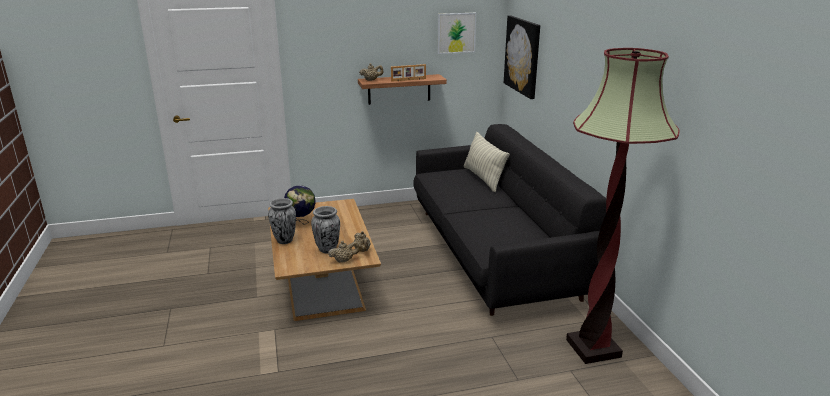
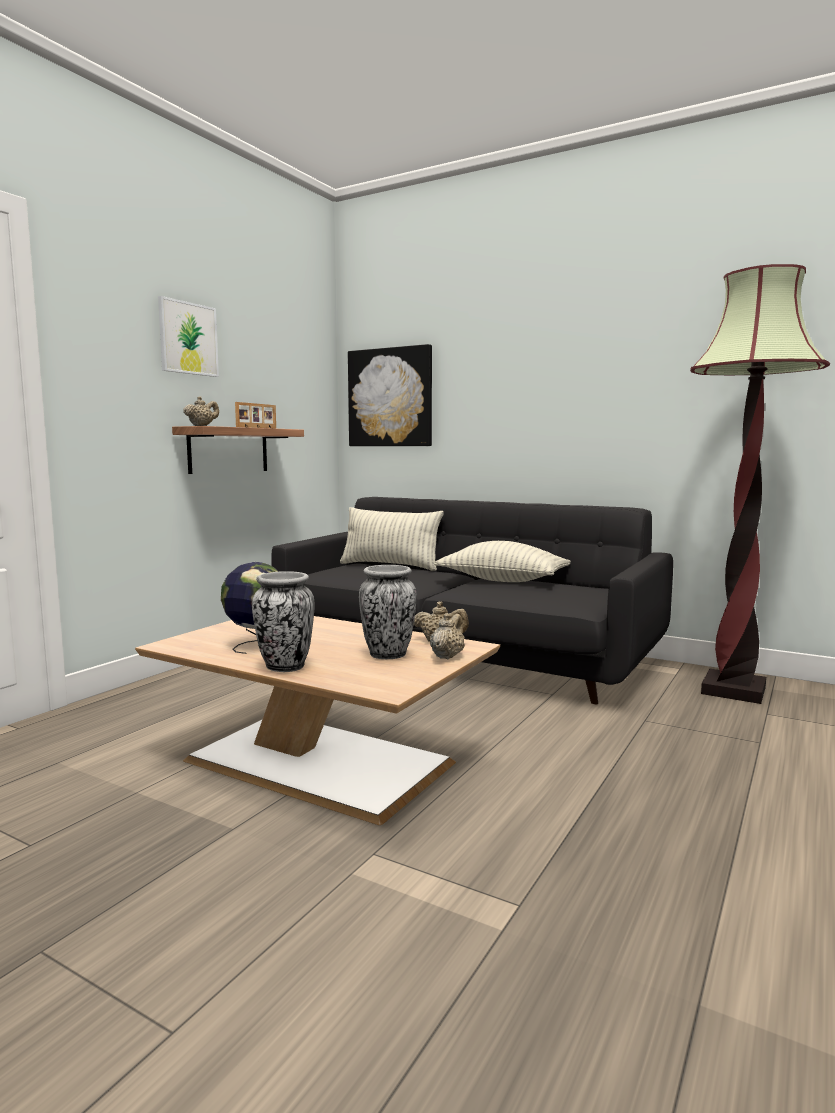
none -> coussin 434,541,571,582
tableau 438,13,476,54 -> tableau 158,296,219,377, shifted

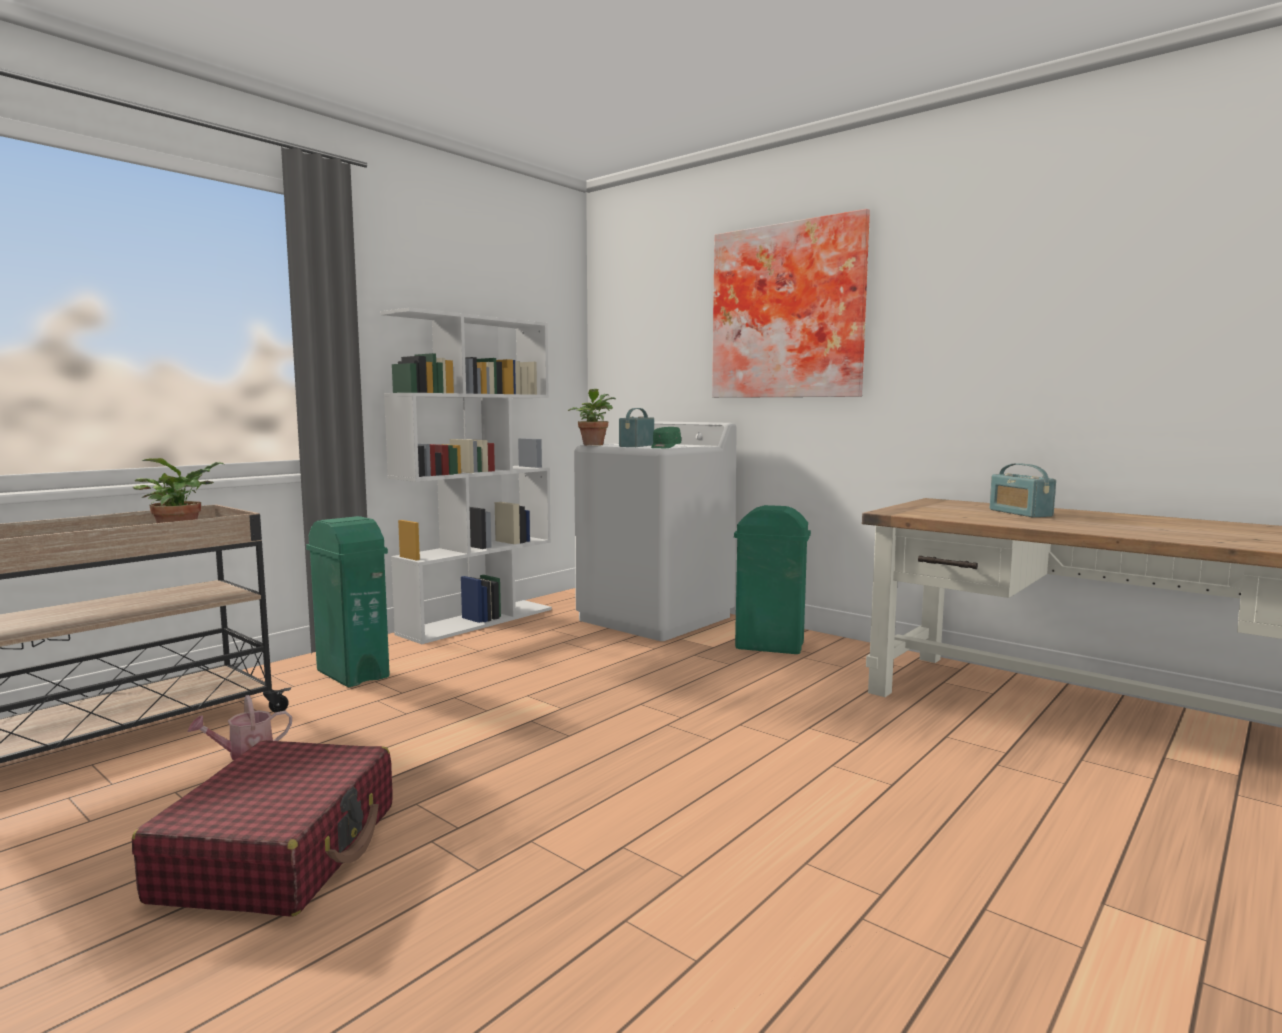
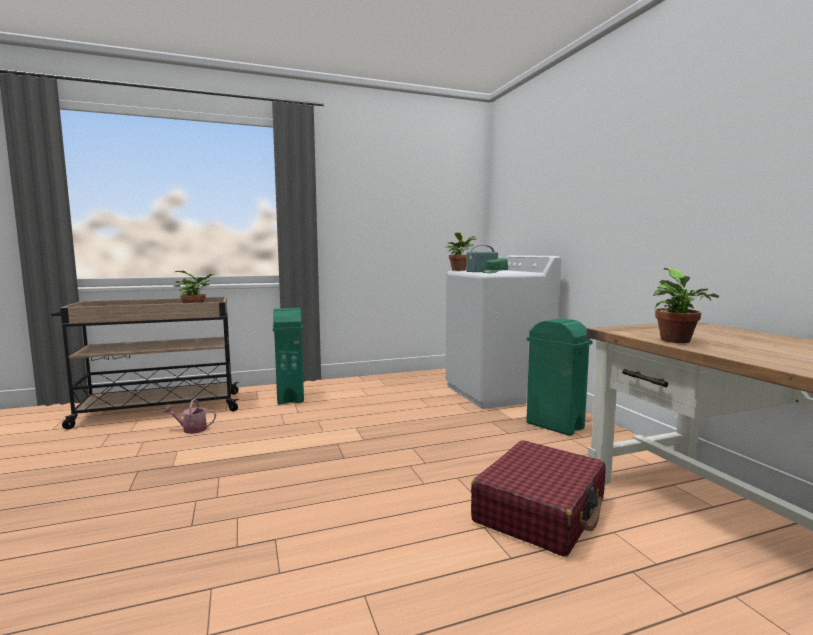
bibliothèque (blanc) 380,307,552,644 -> none
tableau 712,209,870,398 -> none
radio 990,463,1056,517 -> none
none -> plante en pot 653,268,719,343
valise (rouge) 132,740,393,917 -> valise (rouge) 471,440,606,557, shifted

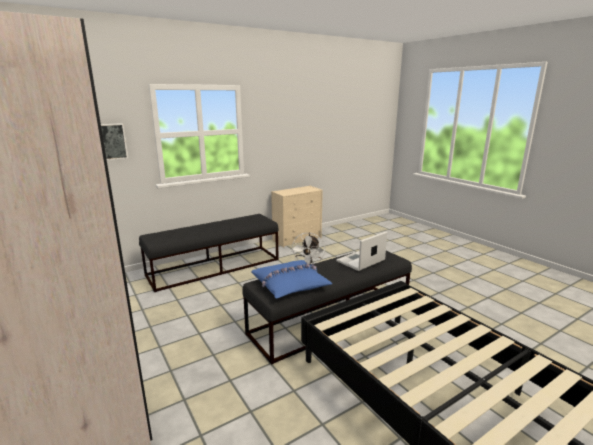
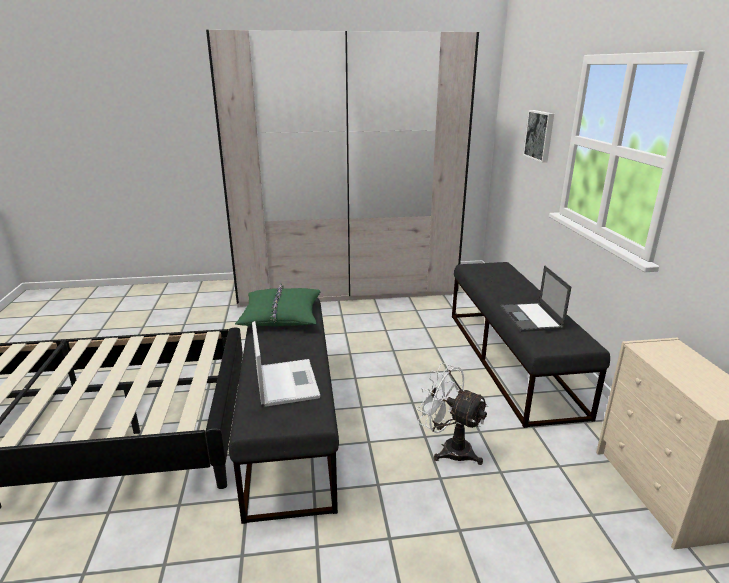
none -> ordinateur portable 500,265,571,332
coussin (bleu) 251,260,332,299 -> coussin (vert) 235,284,320,326

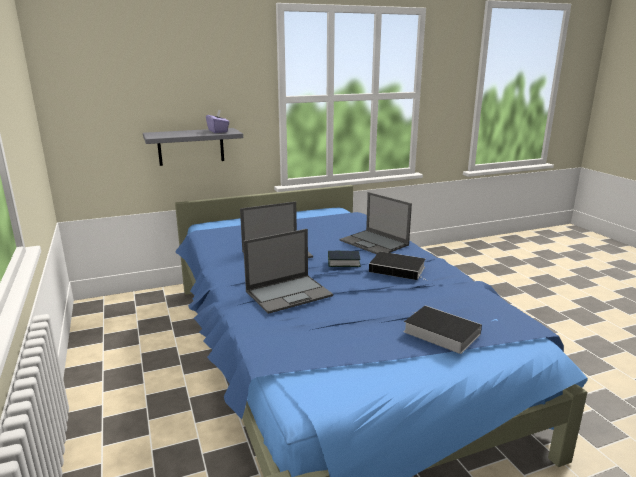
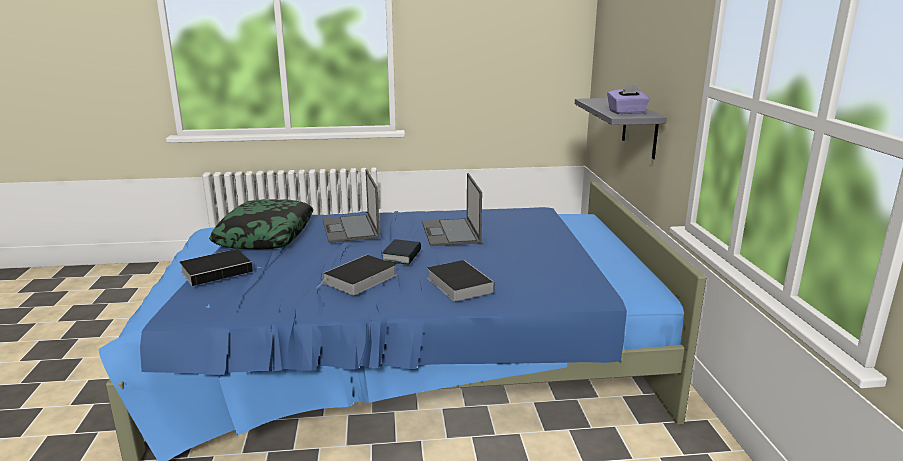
none -> coussin 209,199,313,249
ordinateur portable 340,192,412,254 -> livre 427,260,494,302

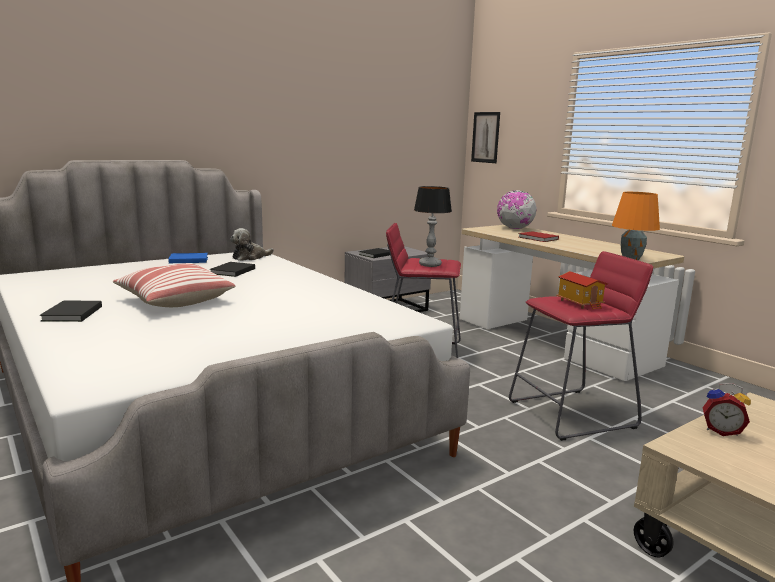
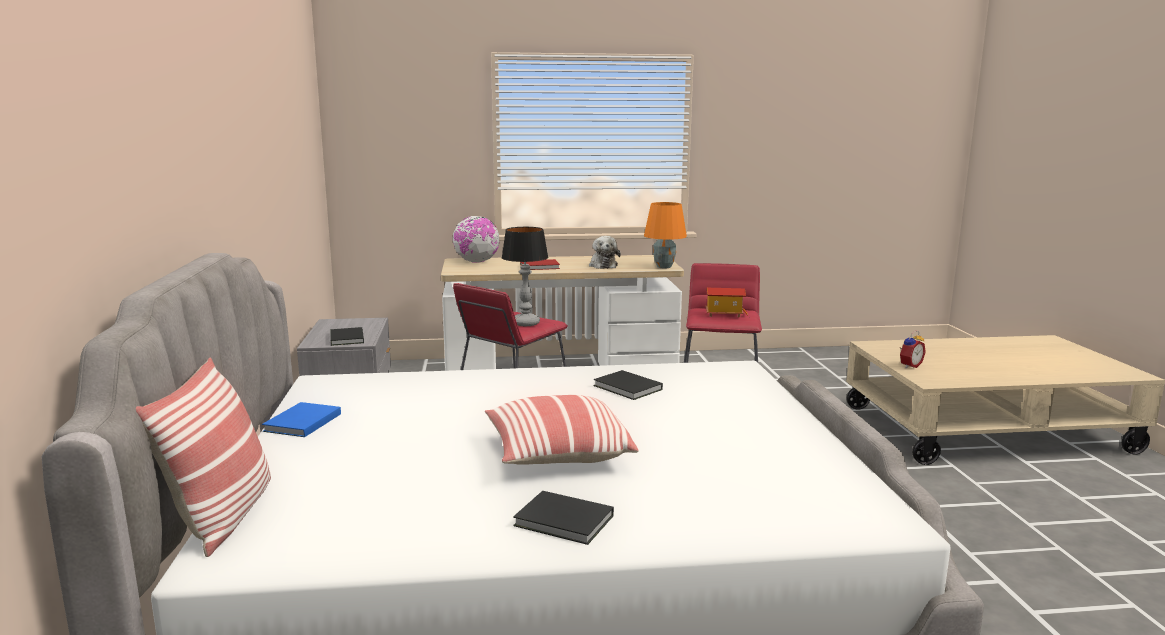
tableau 471,112,500,163 -> none
none -> coussin 136,358,271,557
livre (noir) 210,262,255,277 -> livre (noir) 594,370,663,400, shifted
peluche 230,228,274,261 -> peluche 589,236,621,269, shifted

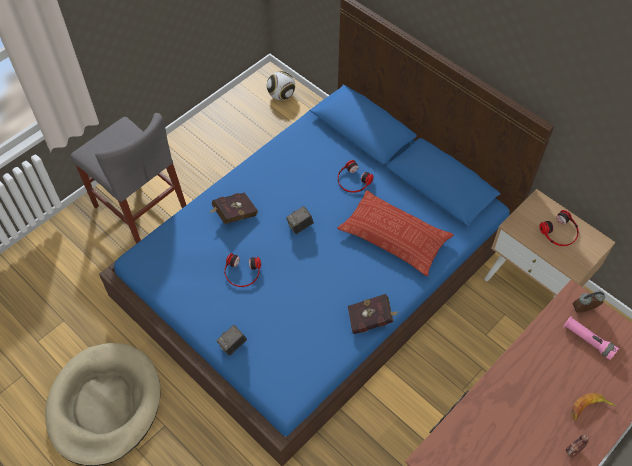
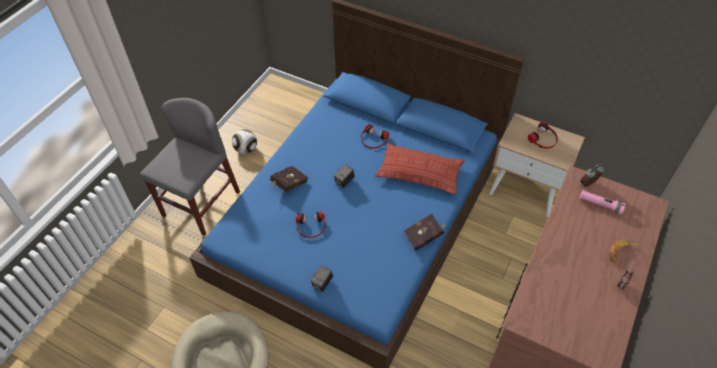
ballon de foot 267,71,295,100 -> ballon de foot 232,129,257,154, shifted
chaise (gris) 71,113,186,244 -> chaise (gris) 140,98,240,236, 90 degrees counterclockwise

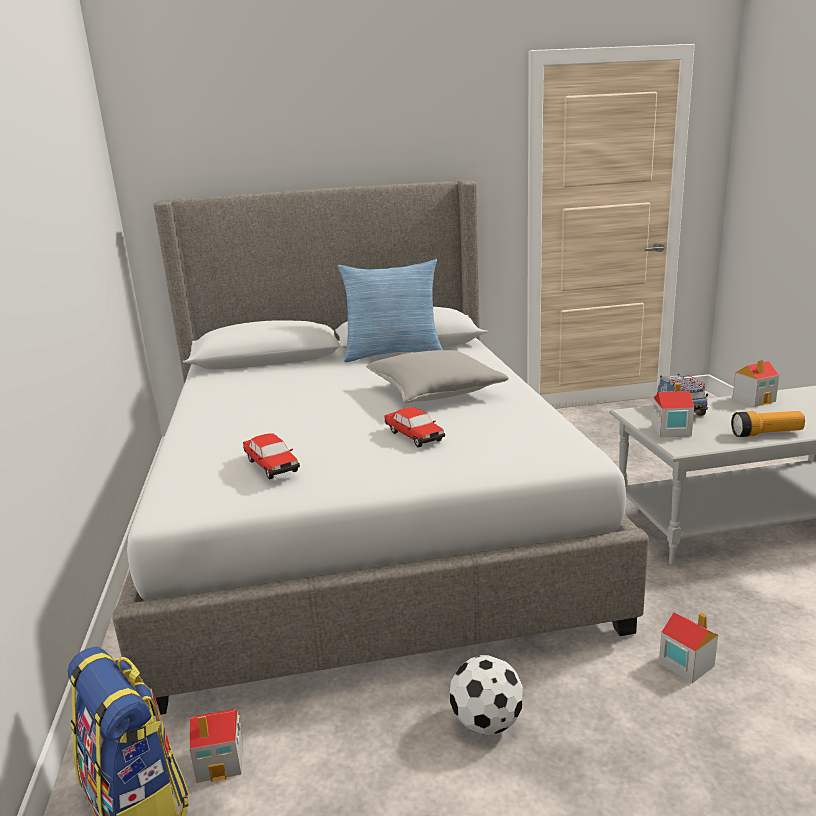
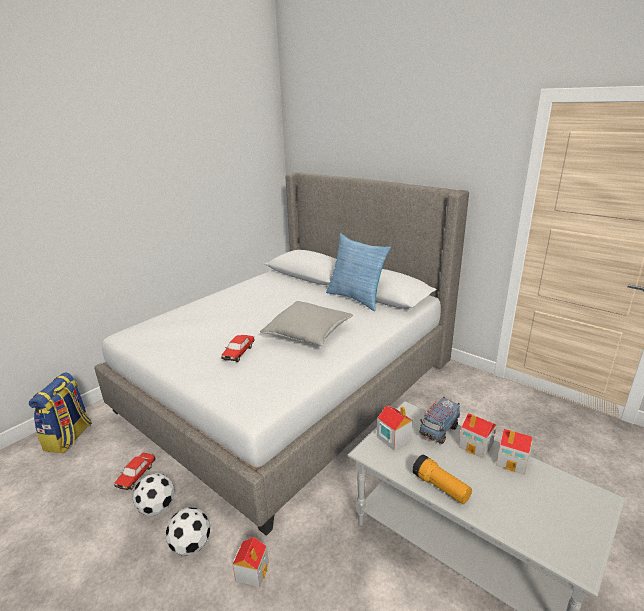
none -> ballon de foot 165,507,210,556
maison miniature 189,709,243,783 -> maison miniature 459,413,496,458, shifted
petite voiture 243,433,300,479 -> petite voiture 114,453,156,490, shifted

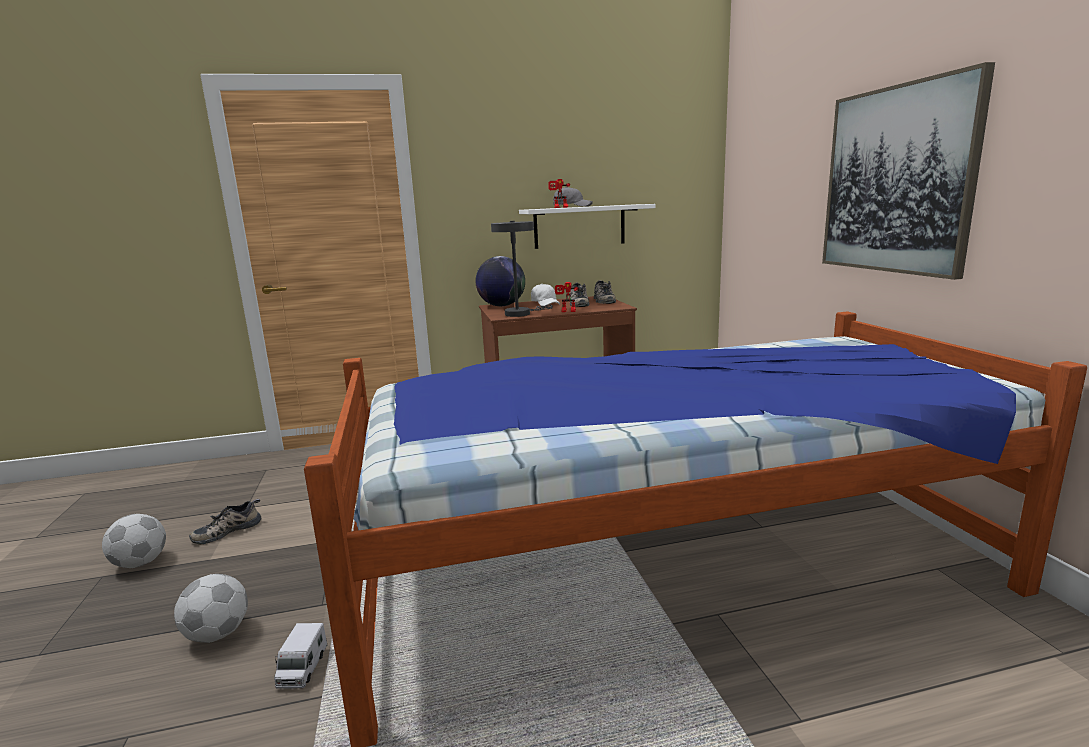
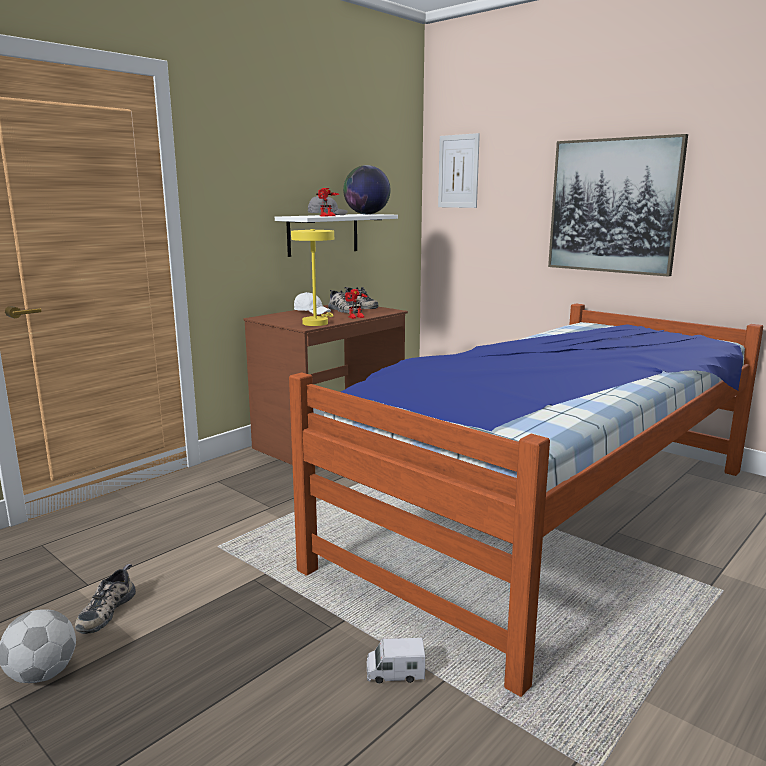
ballon de foot 174,574,248,643 -> none
none -> tableau 438,133,480,208
globe 475,256,525,306 -> globe 343,165,391,214, shifted
lampe de table (gris) 491,221,553,317 -> lampe de table (jaune) 291,229,334,326
camion jouet 274,623,328,689 -> camion jouet 367,638,425,684, 120 degrees clockwise

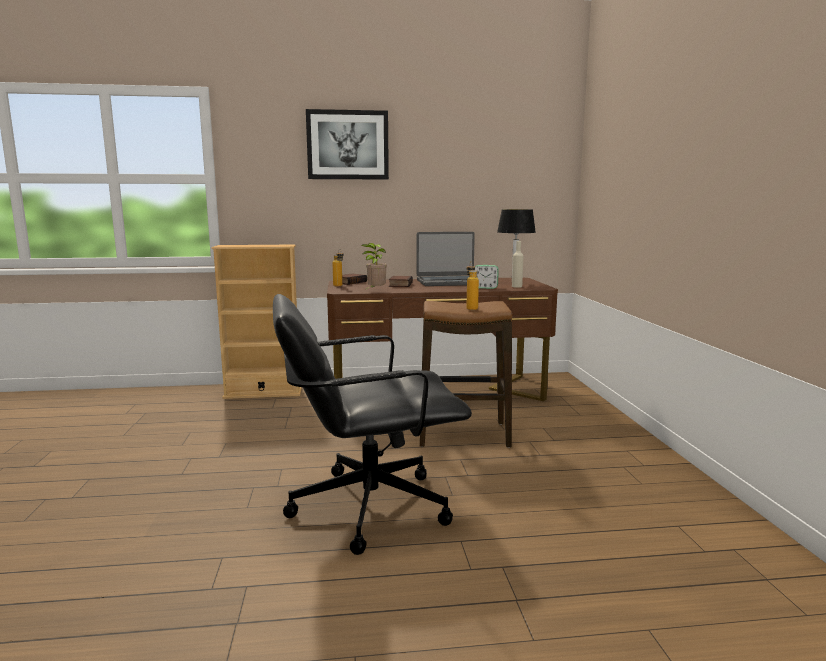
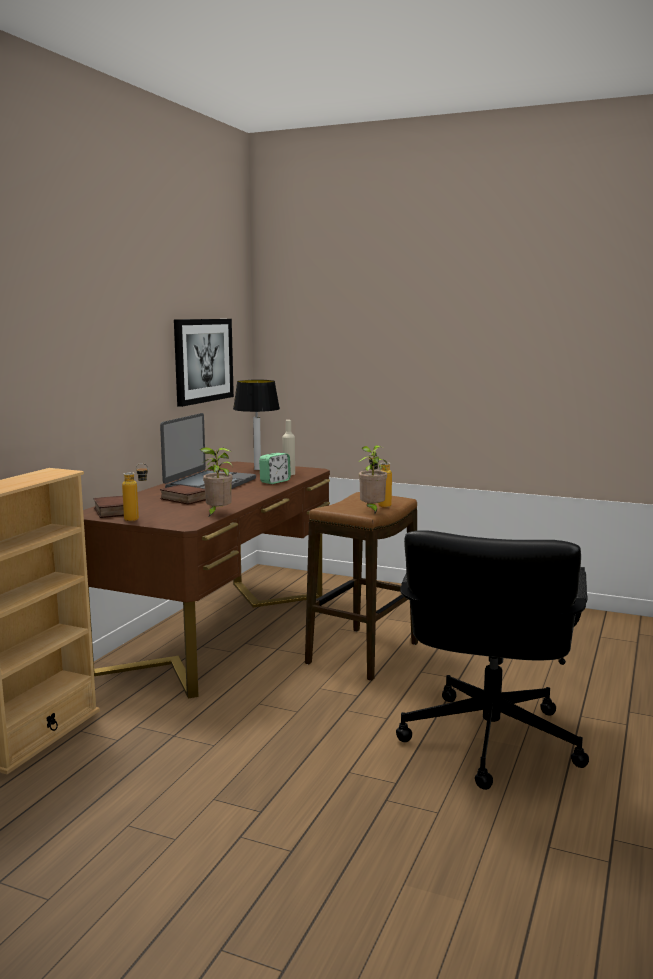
none -> plante en pot 358,445,387,513
tableau 306,109,389,180 -> tableau 174,319,234,407, shifted

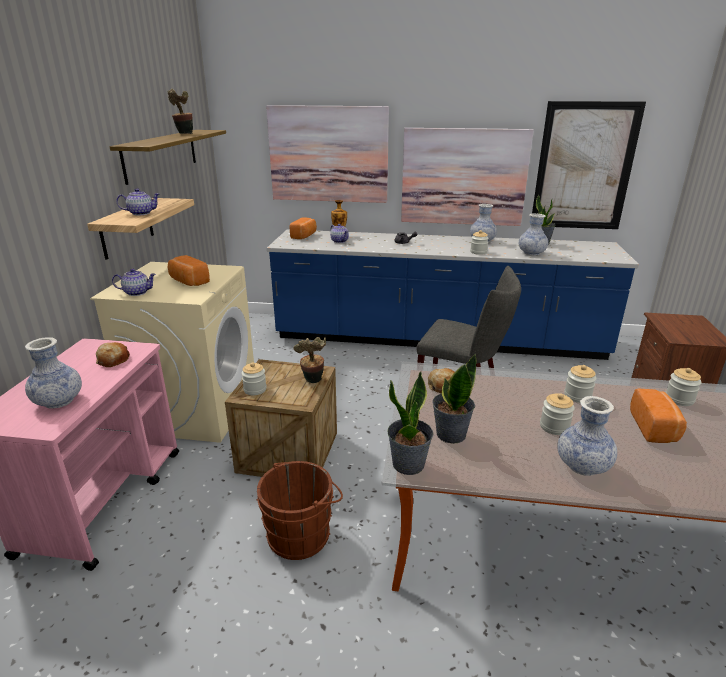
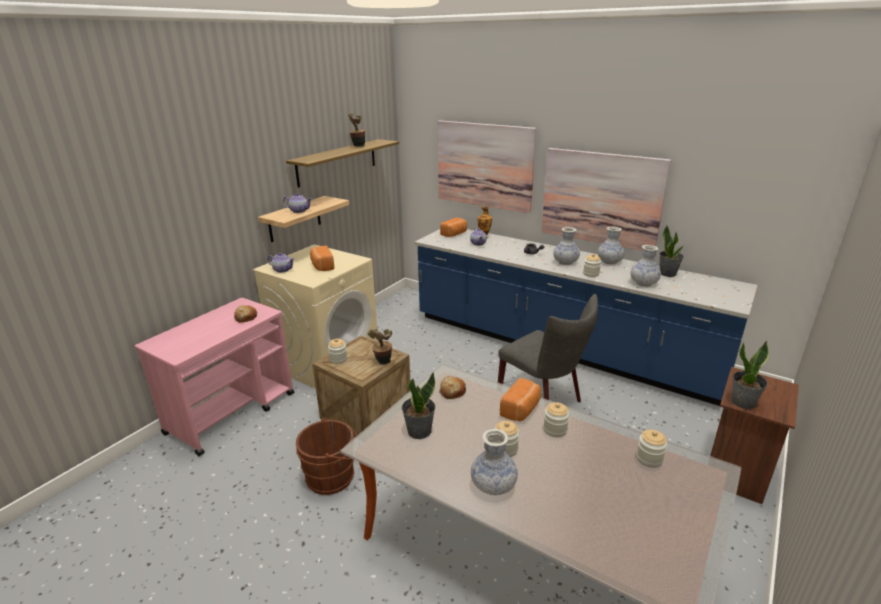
tableau 532,101,646,229 -> none
vase 25,337,82,409 -> vase 553,227,580,265, shifted
plante en pot 387,371,434,475 -> plante en pot 731,341,769,409, shifted
pain 630,389,687,443 -> pain 500,378,541,421, shifted

